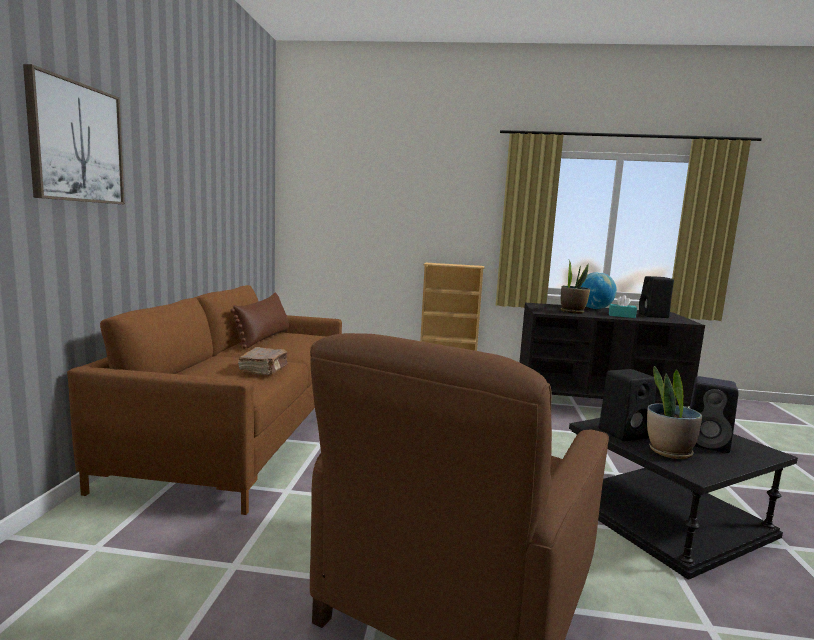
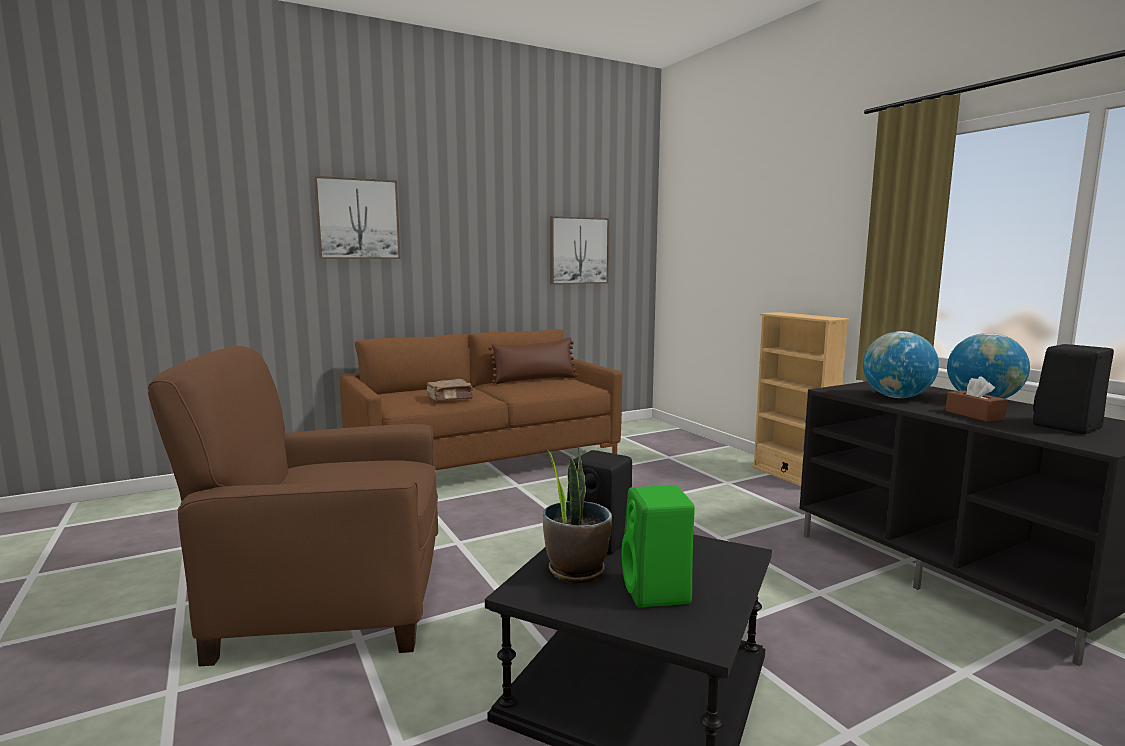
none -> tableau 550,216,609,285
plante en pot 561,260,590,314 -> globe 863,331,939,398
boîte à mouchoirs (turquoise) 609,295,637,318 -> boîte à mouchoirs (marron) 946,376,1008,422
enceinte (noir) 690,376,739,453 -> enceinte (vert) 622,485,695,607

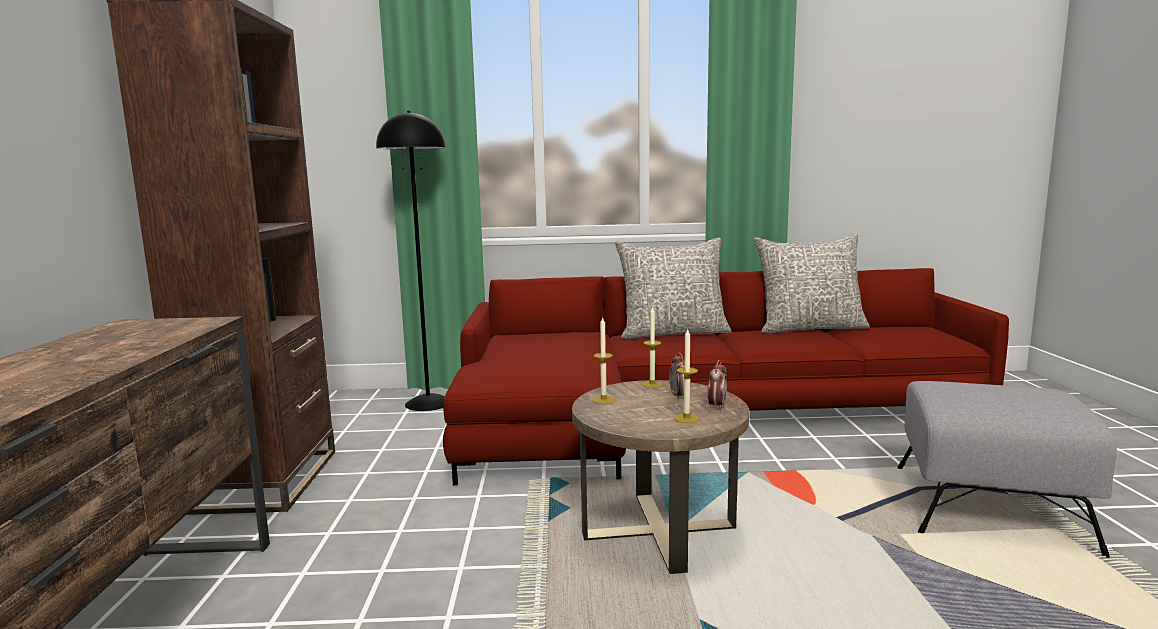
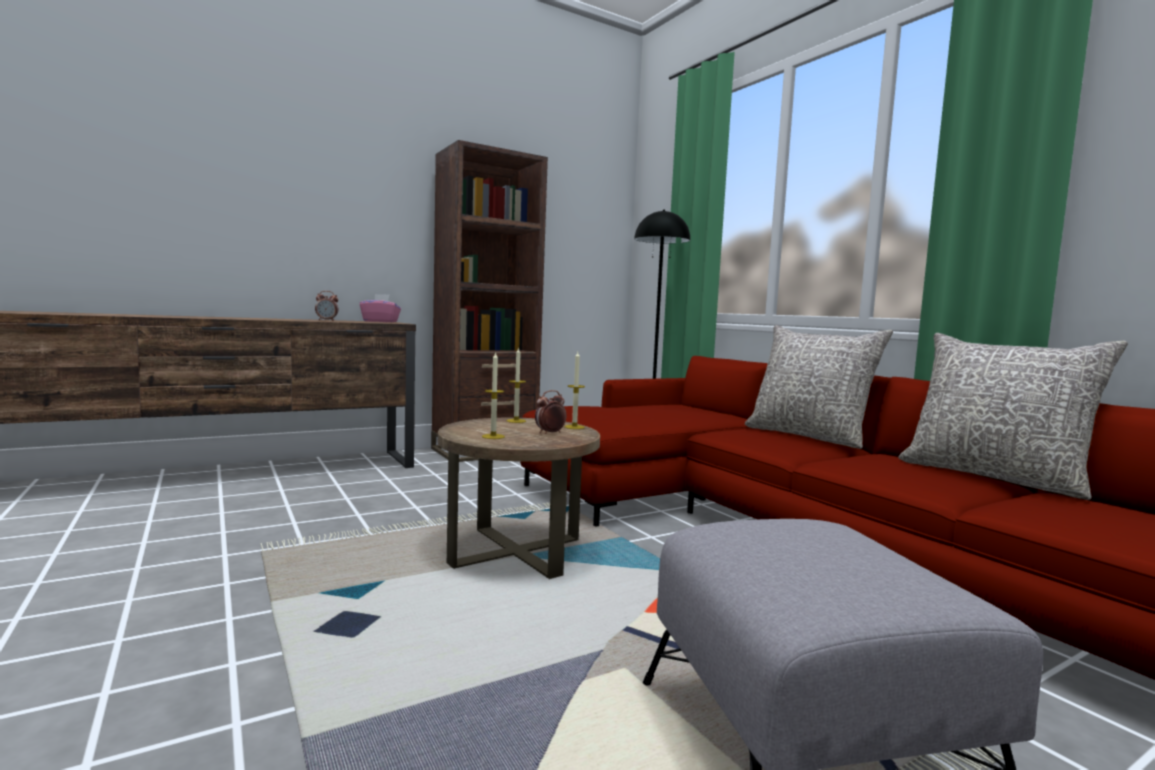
none -> boîte à mouchoirs (rose) 360,294,401,322
réveil 708,360,727,410 -> réveil 315,291,338,321, shifted

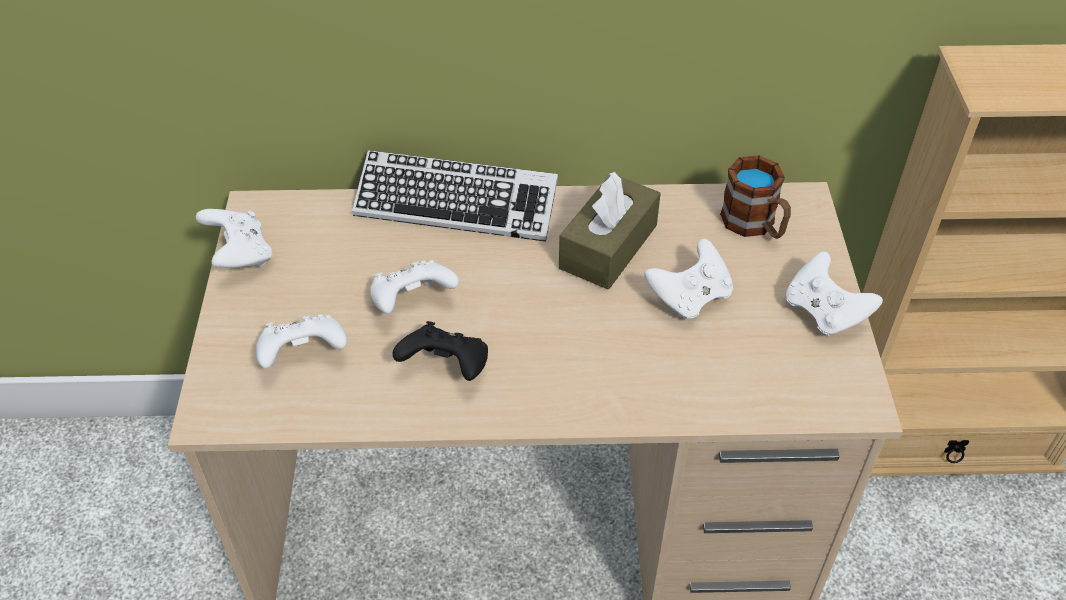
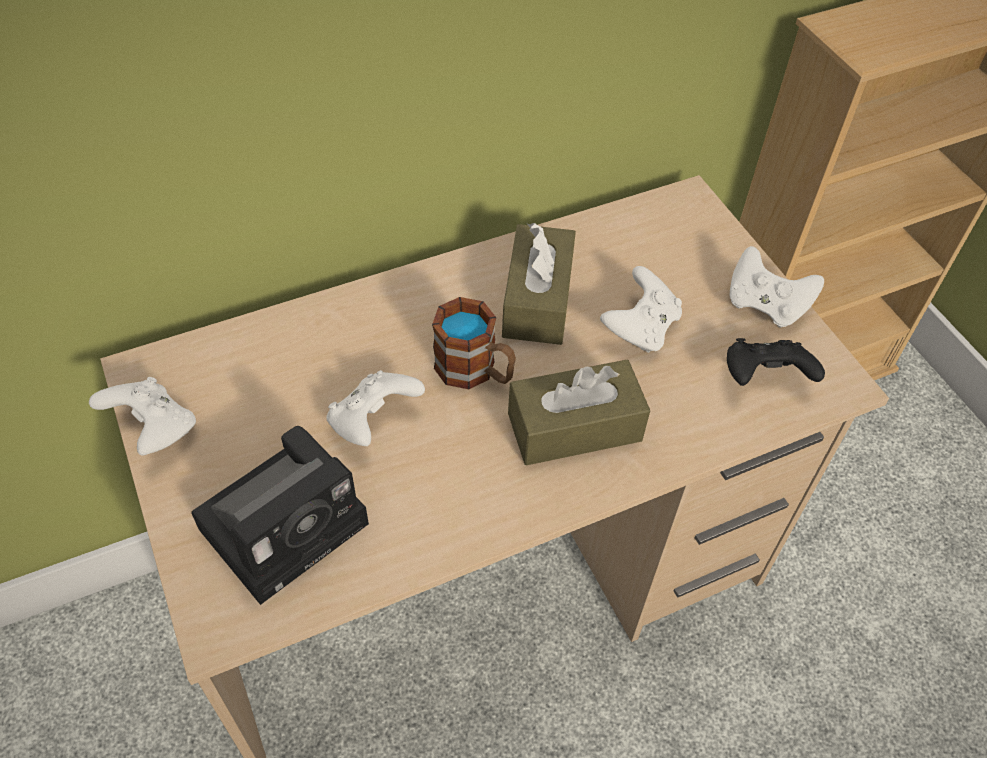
clavier 352,150,558,242 -> none
none -> boîte à mouchoirs (marron) 508,360,650,465
manette (noir) 393,321,488,381 -> manette (noir) 727,338,825,386, shifted
mug 720,155,791,239 -> mug 432,297,516,389, shifted
manette (blanc) 256,314,347,369 -> appareil photo 191,426,369,605

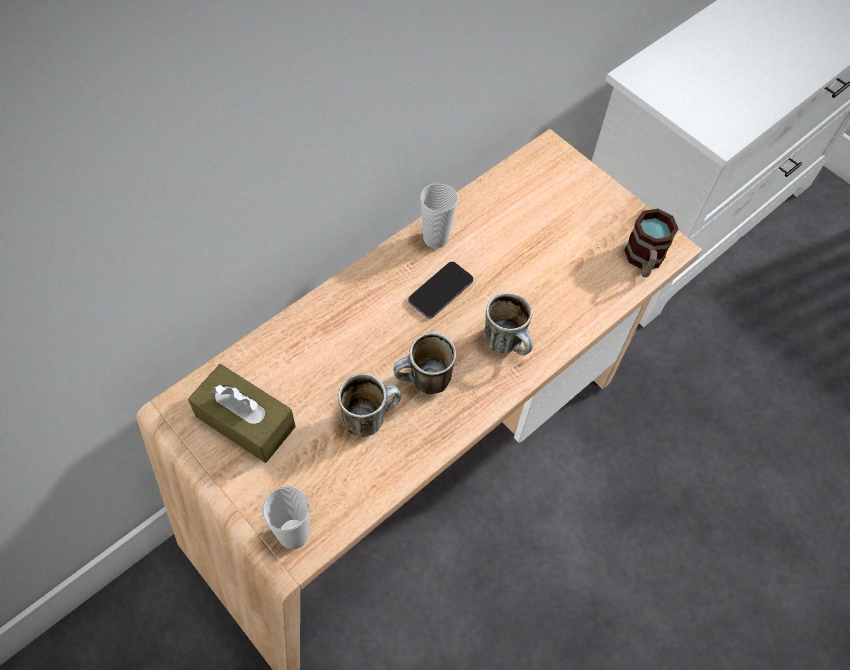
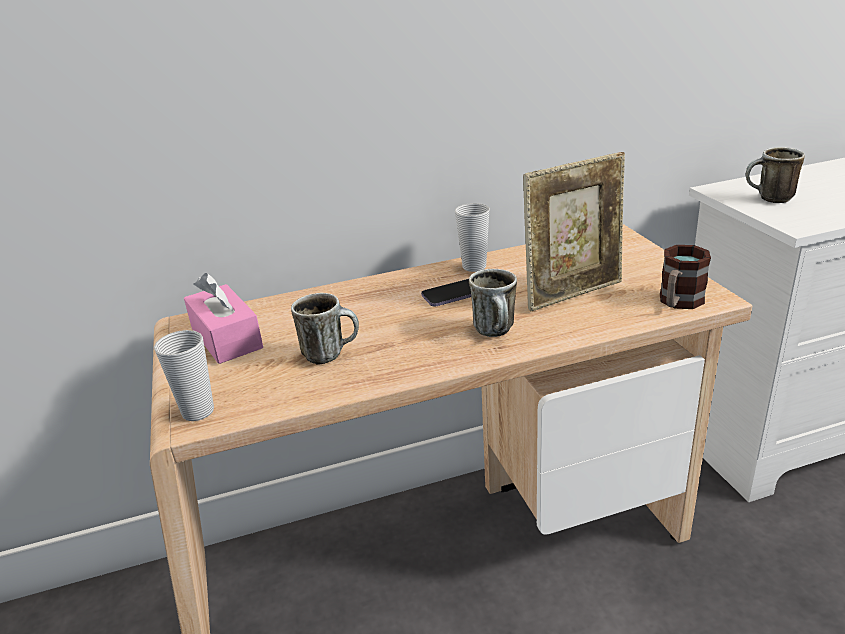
none -> cadre photo 523,152,625,311
mug 393,332,456,395 -> mug 746,147,805,203, shifted
boîte à mouchoirs (marron) 188,364,296,463 -> boîte à mouchoirs (rose) 184,273,263,364

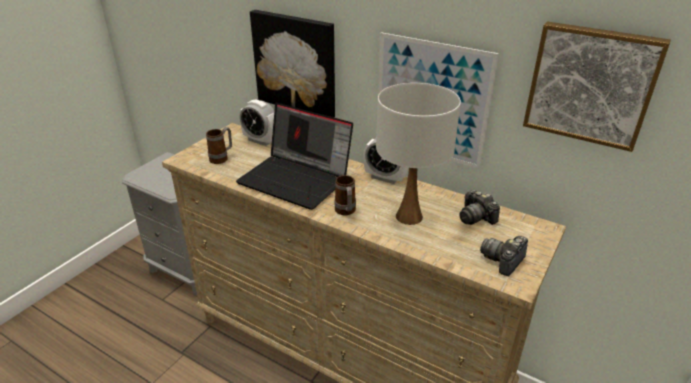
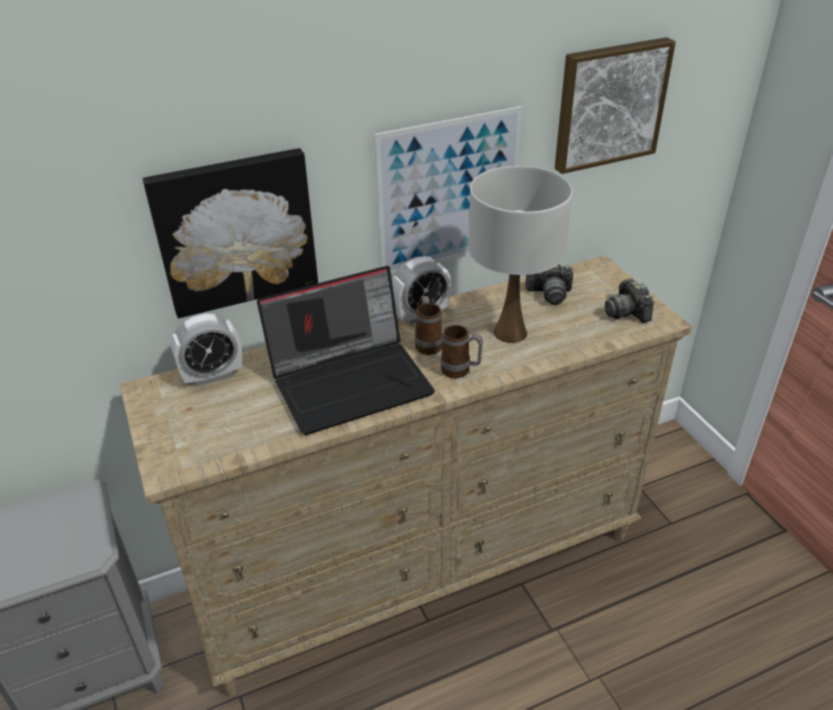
mug 206,127,232,164 -> mug 415,296,443,355, shifted

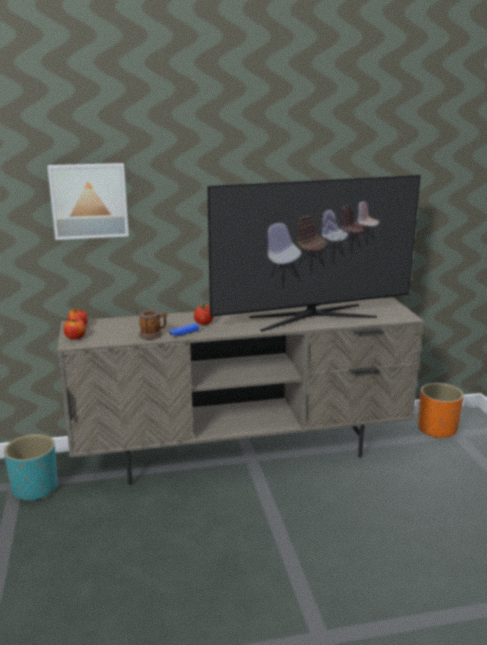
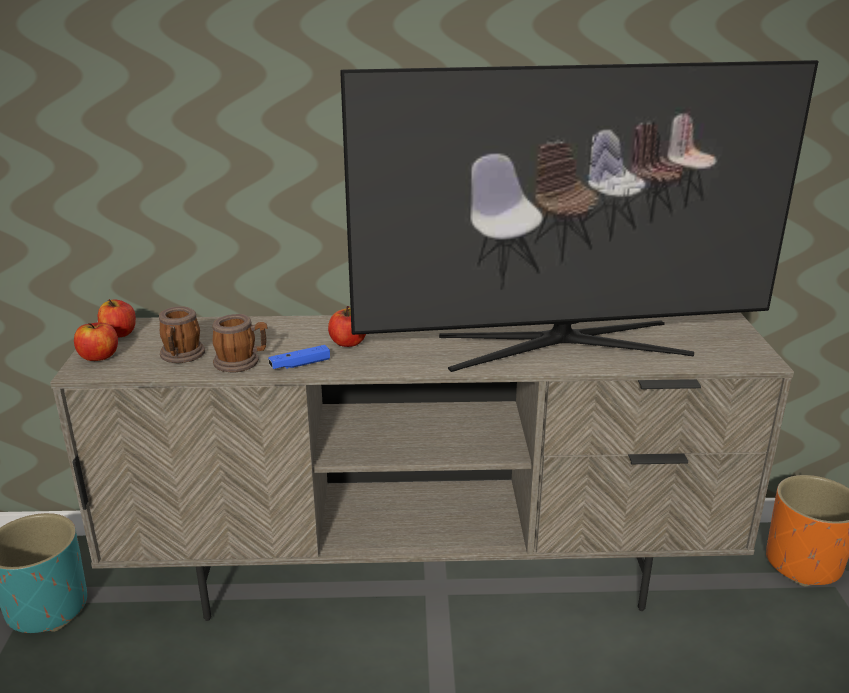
tableau 47,163,129,240 -> none
none -> mug 159,306,205,363

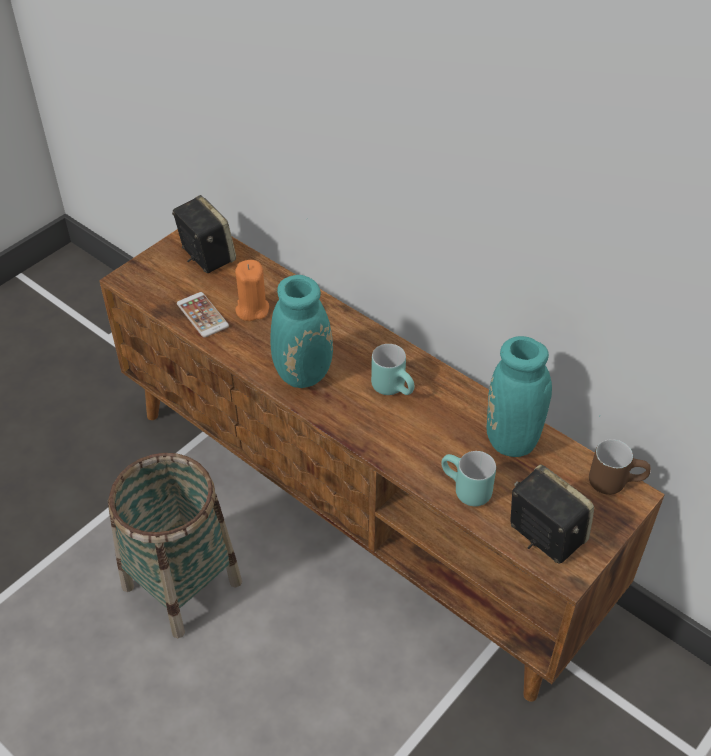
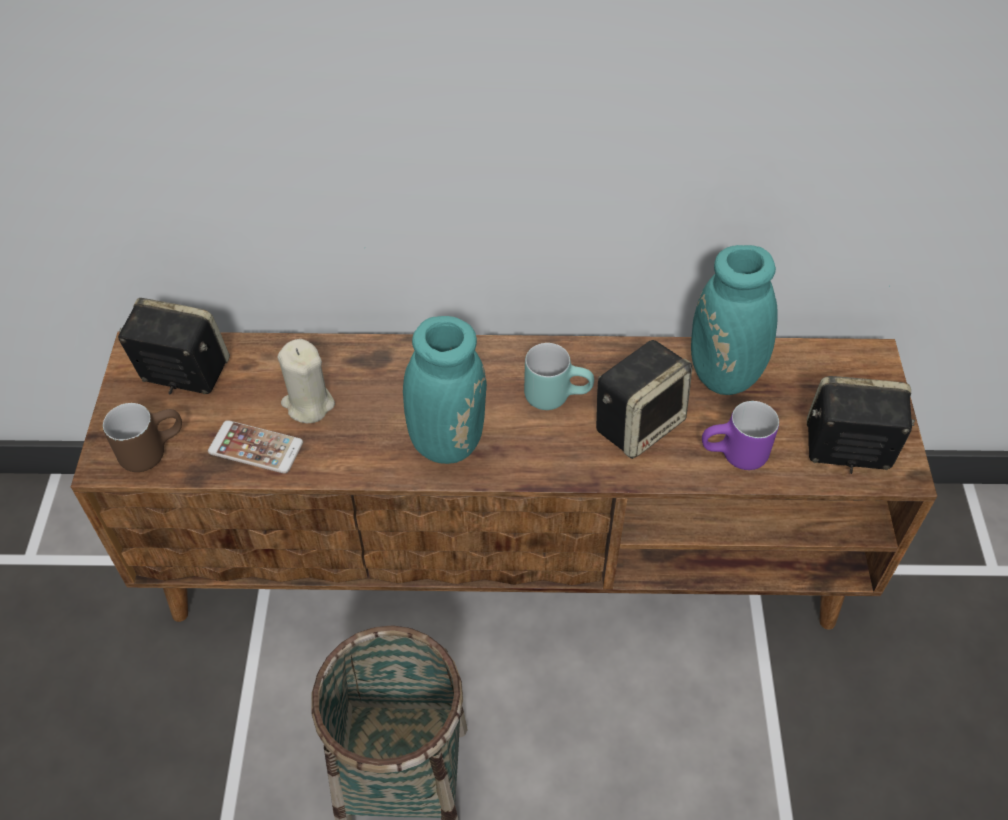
none -> enceinte 596,340,692,459
mug (marron) 589,439,651,495 -> mug (marron) 103,403,182,472, shifted
bougie (orange) 235,260,269,321 -> bougie (beige) 278,339,335,423
mug (turquoise) 441,451,496,506 -> mug (violet) 702,401,779,470

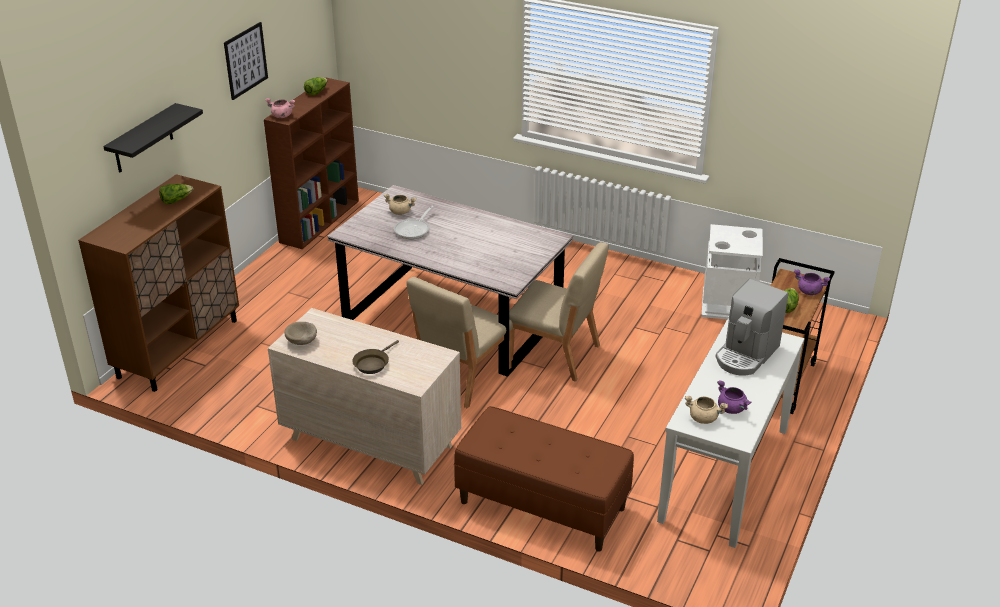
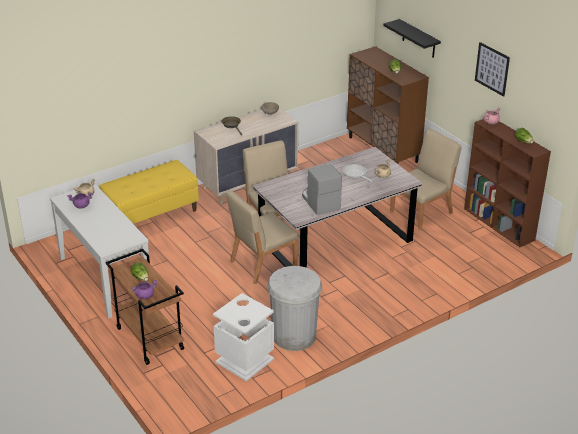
none -> poubelle (blanc) 267,266,322,351
none -> chaise (beige) 390,129,462,230
machine à café 715,279,788,375 -> machine à café 302,164,342,216, shifted
banc (marron) 454,406,634,552 -> banc (jaune) 99,160,199,224

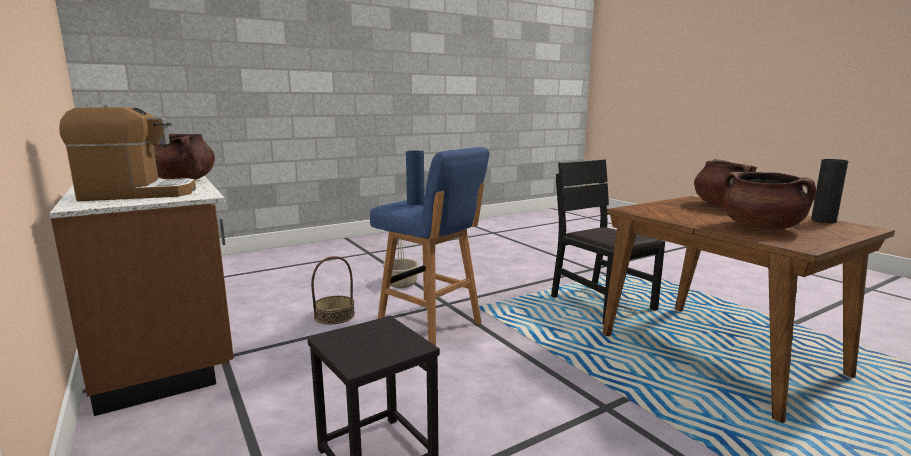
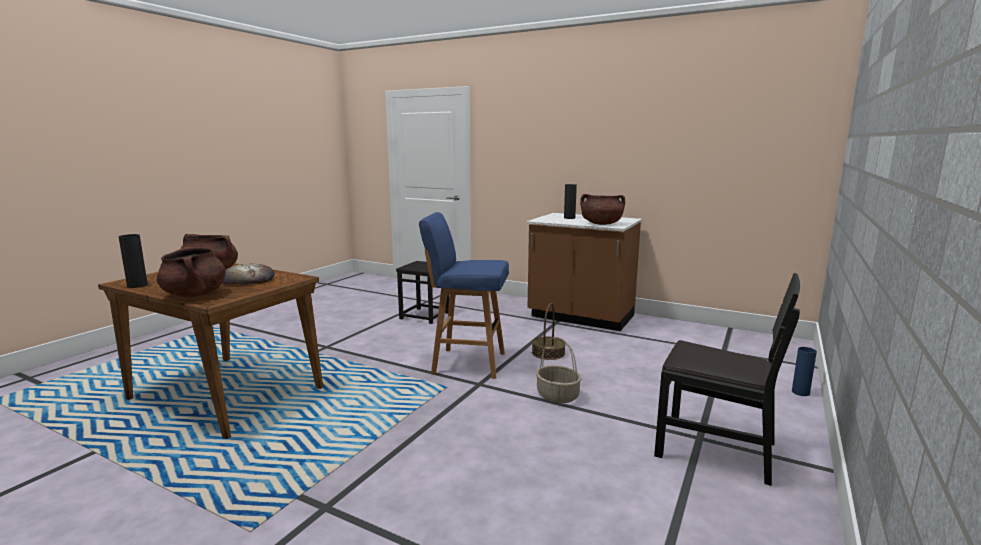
none -> pain 222,264,275,285
vase (bleu) 406,151,425,205 -> vase (bleu) 792,347,817,396, shifted
chaise (noir) 551,159,665,324 -> chaise (noir) 654,273,800,486, shifted
machine à café 59,105,196,201 -> vase (noir) 564,184,577,219

